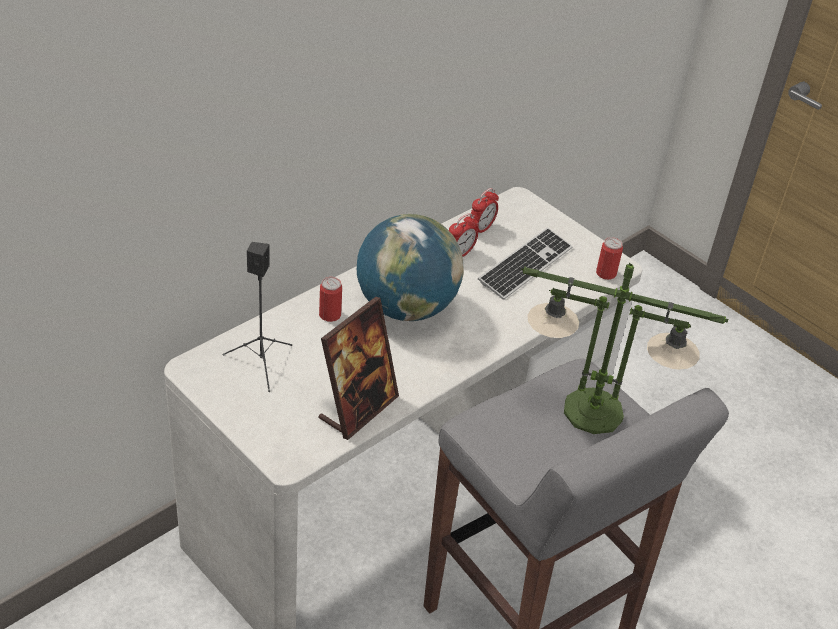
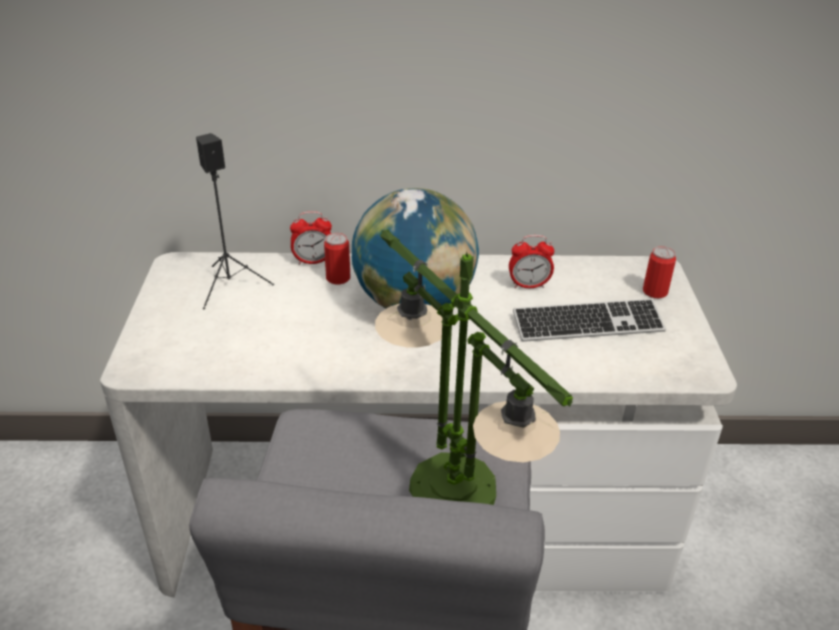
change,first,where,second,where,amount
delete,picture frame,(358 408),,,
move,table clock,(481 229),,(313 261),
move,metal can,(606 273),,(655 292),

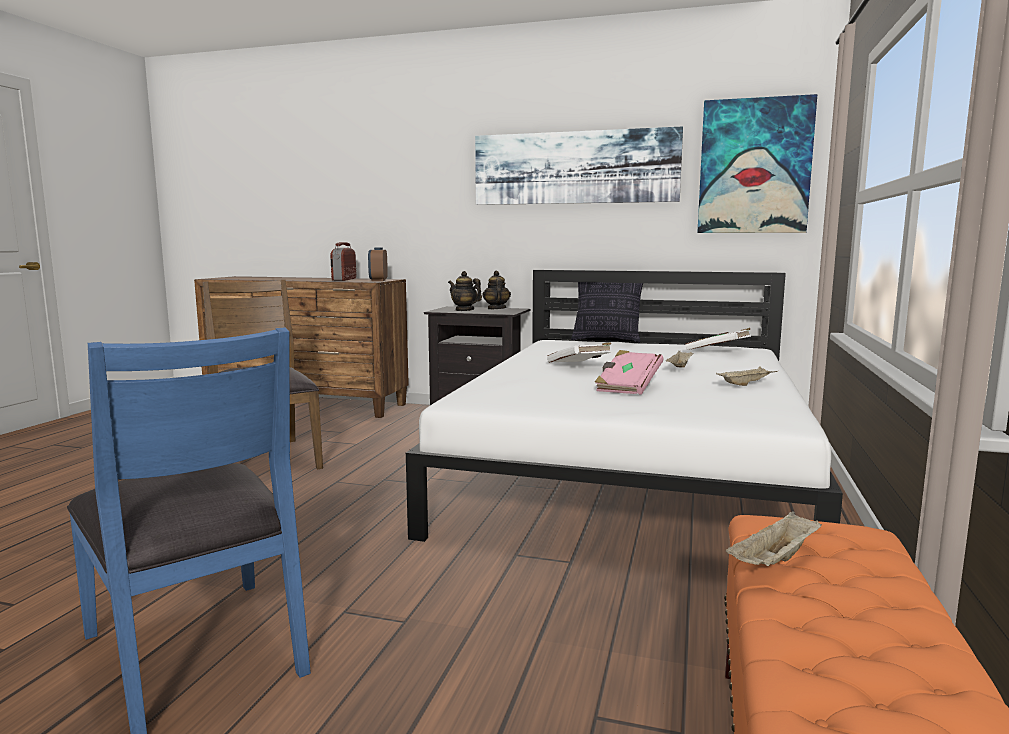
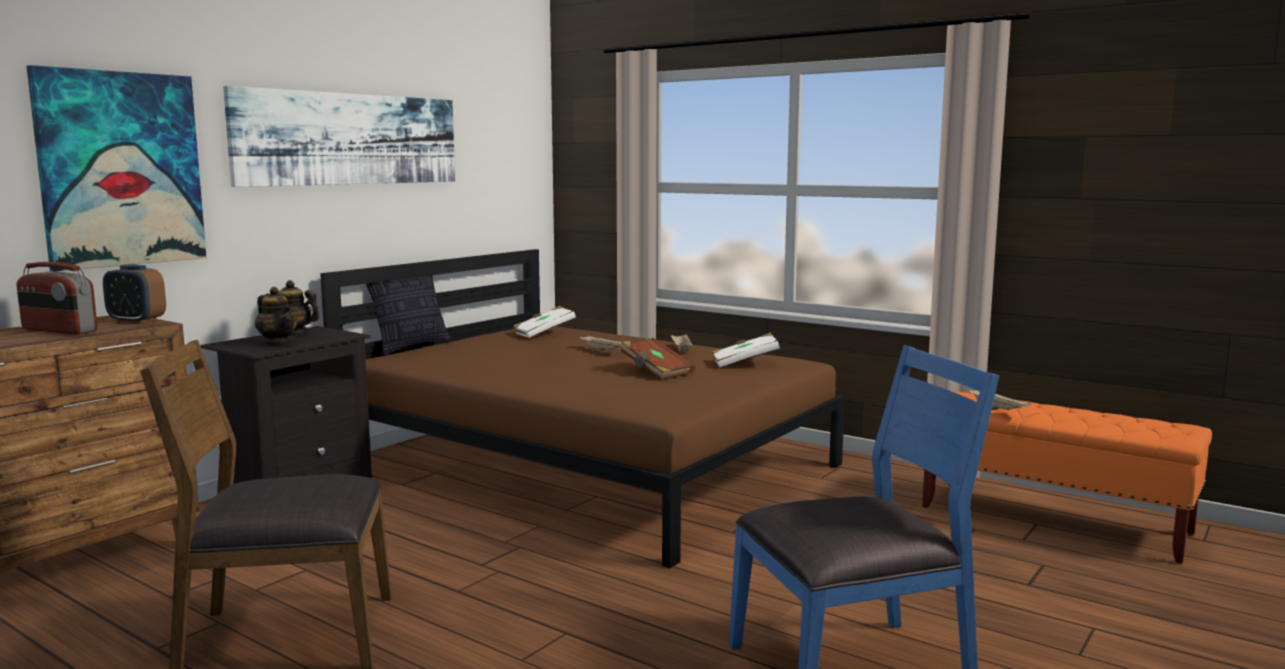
change,first,where,second,where,amount
recolor,white-coloured bedroom bed,(632 472),brown-coloured bedroom bed,(587 464),
rotate,teapot,(464 310),,(277 343),105 degrees counterclockwise
move,white-coloured volume,(579 366),,(745 364),
recolor,pink volume,(627 387),brown-coloured volume,(656 372),
move,wall art,(754 166),,(121 169),

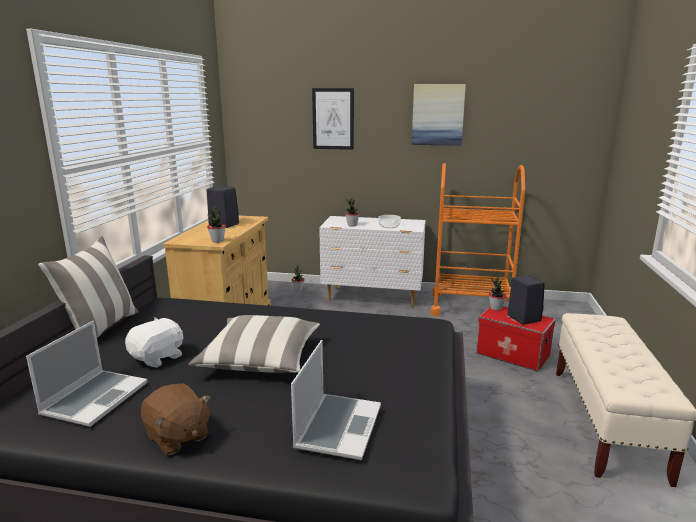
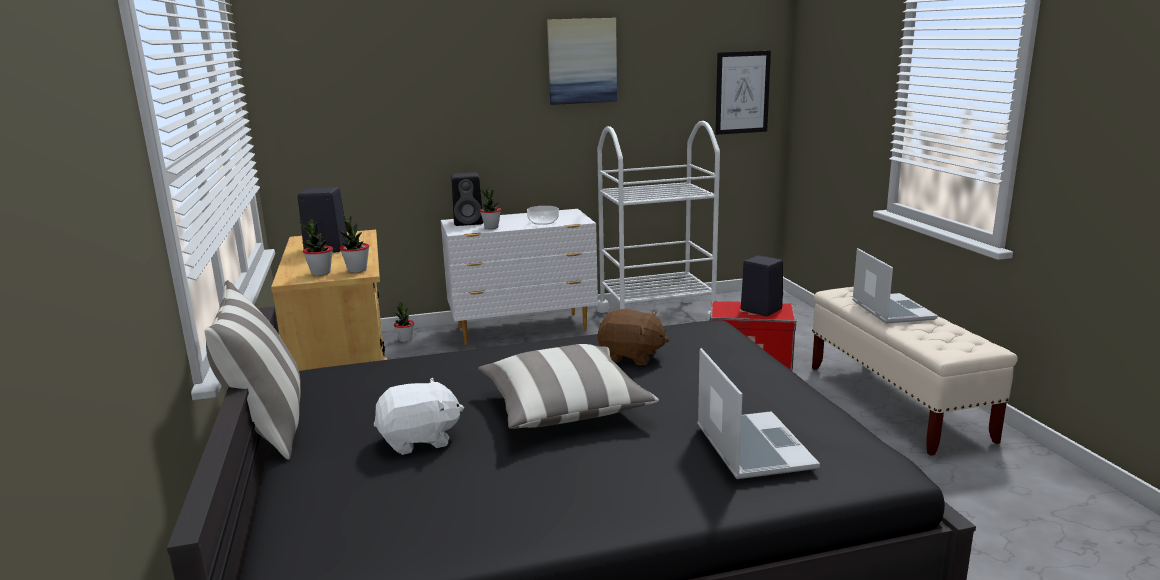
change,first,where,second,where,amount
move,notebook computer,(95 398),,(890 310),
rotate,white-coloured plush toy,(158 358),,(419 440),60 degrees clockwise
move,brown-coloured plush toy,(177 437),,(631 356),
move,wall art,(333 119),,(742 92),
recolor,orange trolley,(470 307),white-coloured trolley,(656 316),
move,plant in a pot,(496 308),,(320 273),
insert,,,blackish audio speaker,(469 222),

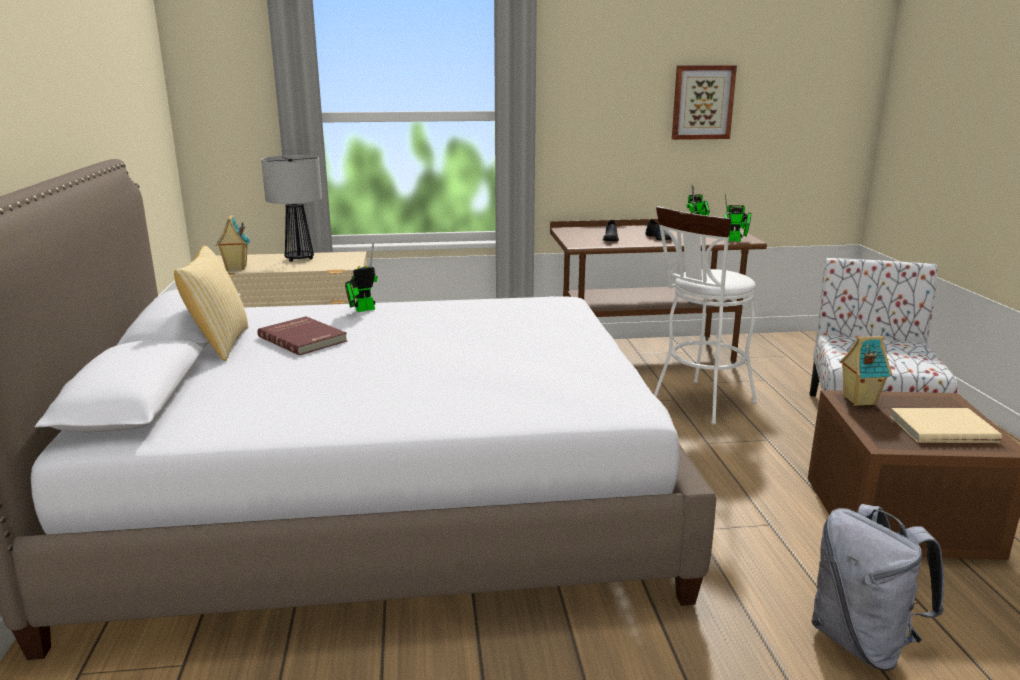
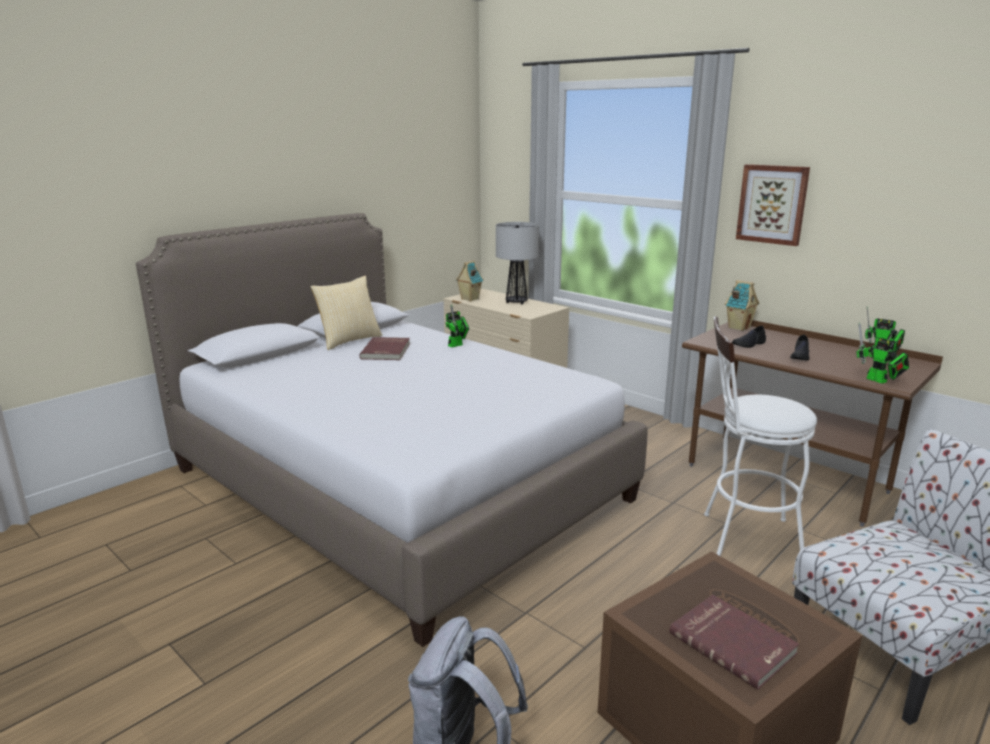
change,first,where,second,where,amount
rotate,model robot,(362 310),,(457 345),120 degrees clockwise
move,wall art,(702 102),,(772 204),
move,model house,(858 400),,(738 327),
recolor,beige-coloured volume,(942 428),red-coloured volume,(733 642),

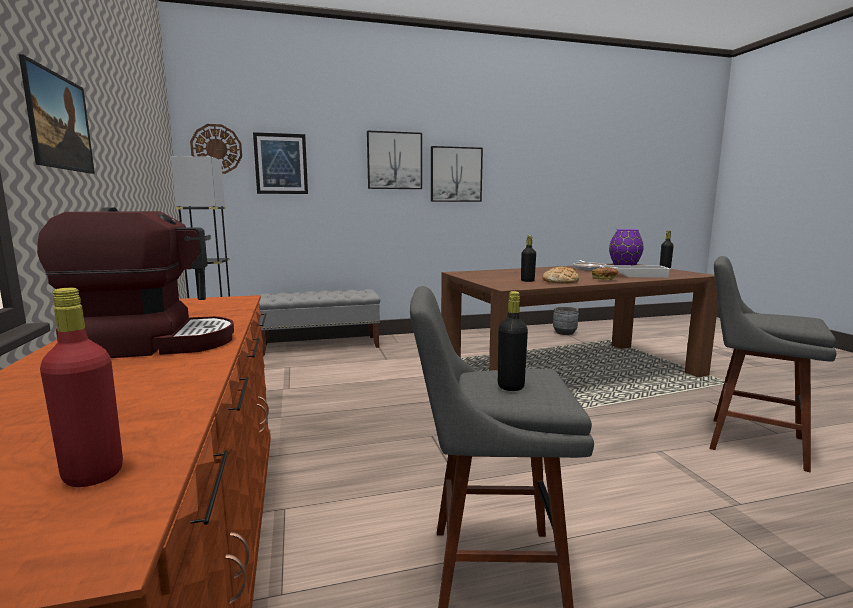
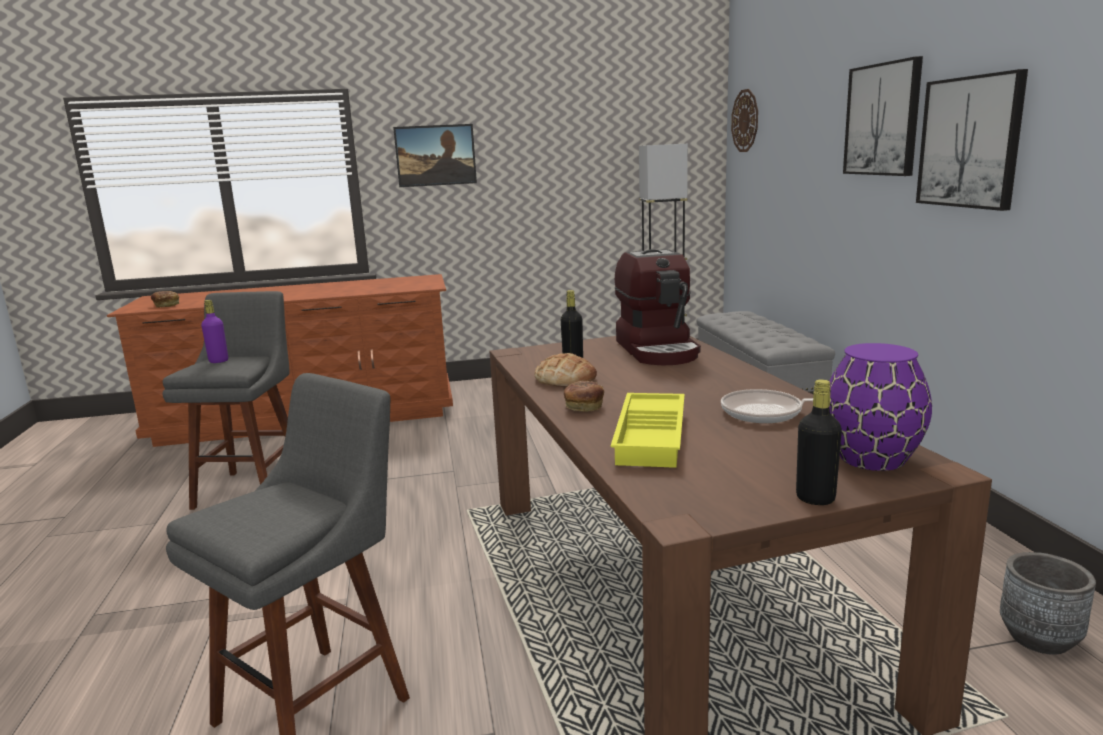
change,first,where,second,where,amount
move,coffee maker,(153 343),,(658 350),
replace,red-coloured beverage bottle,(93 474),baked bread,(166 305),
delete,wall art,(281 164),,,
recolor,blackish beverage bottle,(510 386),purple-coloured beverage bottle,(218 361),
recolor,white-coloured serving tray,(633 275),yellow serving tray,(653 437),

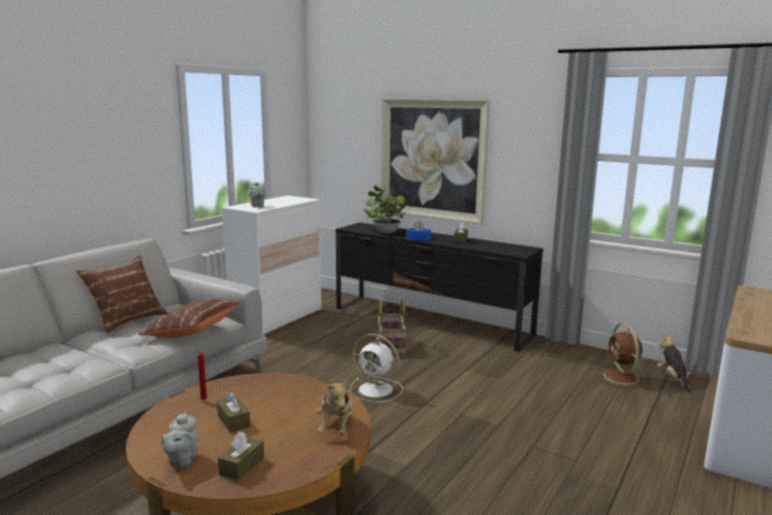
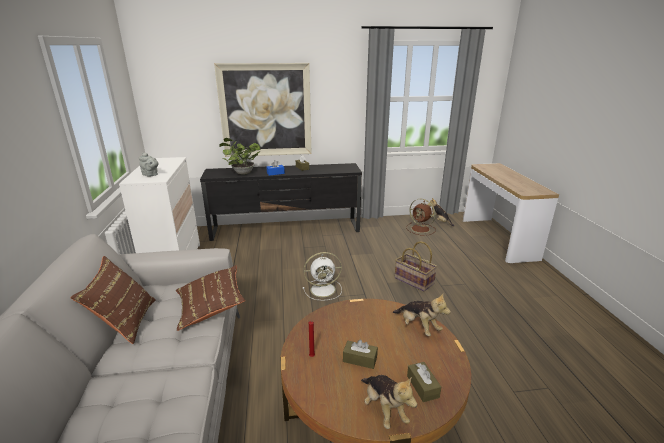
change,first,where,second,where,amount
replace,grey teapot,(181 460),plush toy,(384 409),
move,household basket,(390 345),,(413 281),

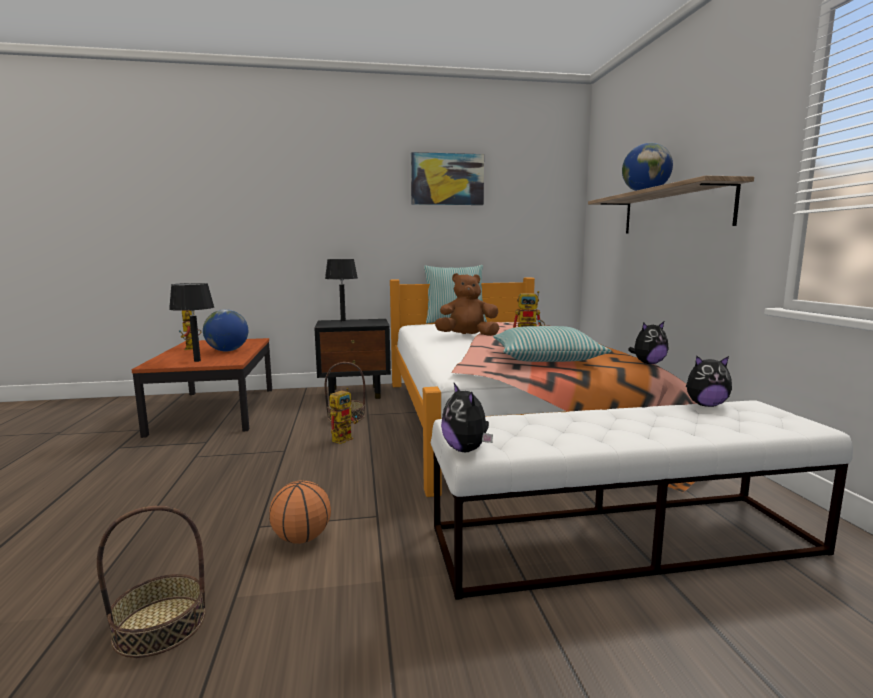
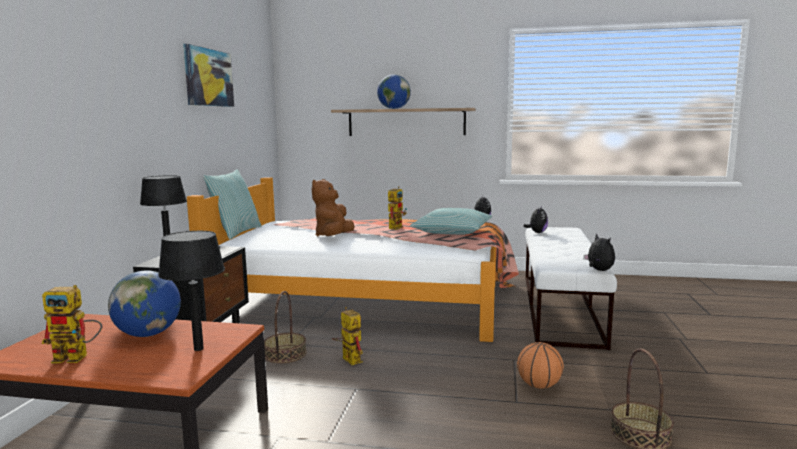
change,first,where,second,where,amount
rotate,plush toy,(466 449),,(598 270),105 degrees counterclockwise

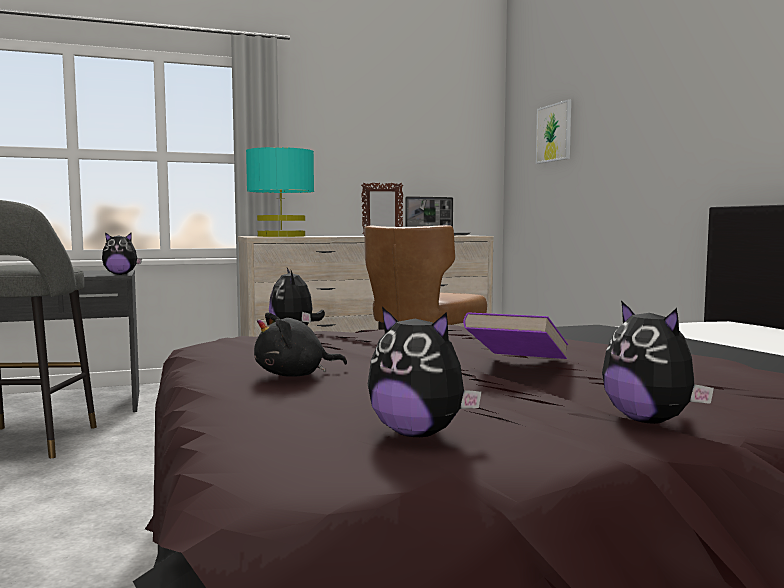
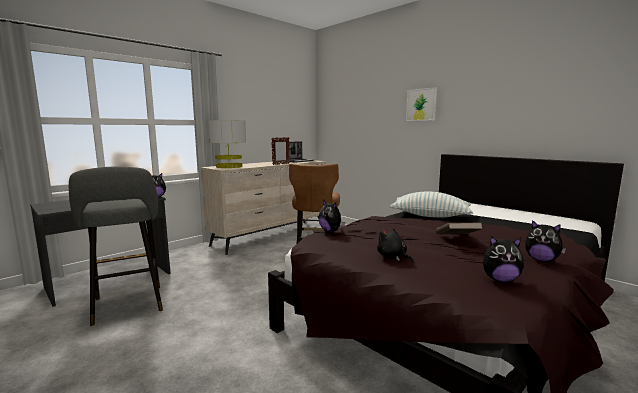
change,first,where,second,where,amount
recolor,turquoise lamp for a table,(281 236),grey lamp for a table,(229 166),
rotate,blackish plush toy,(295 375),,(393 257),105 degrees clockwise
recolor,purple-coloured volume,(516 364),brown-coloured volume,(457 239),
move,wall art,(554 133),,(421 104),
insert,,,pillow,(430 216),

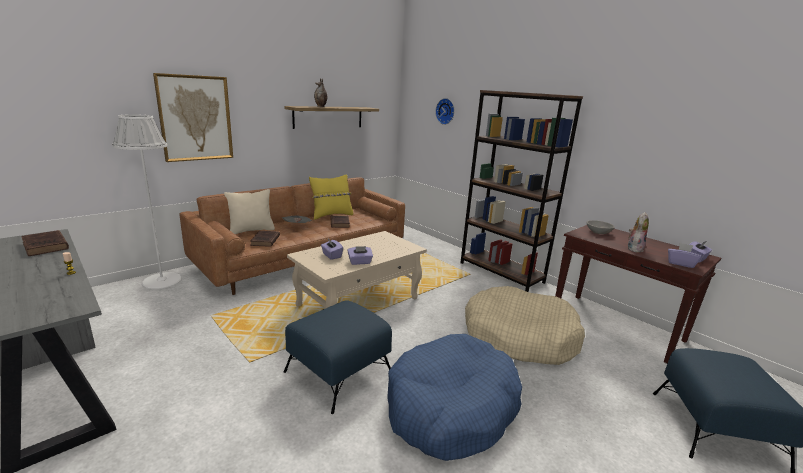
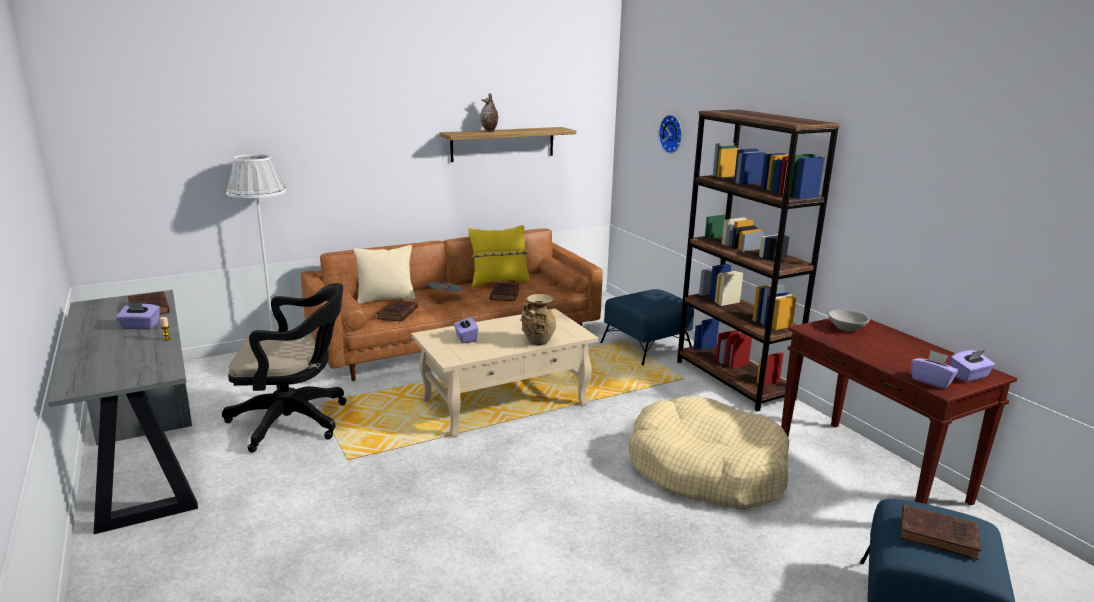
change,first,where,second,where,amount
delete,wall art,(195 118),,,
move,blue-coloured ottoman,(339 373),,(647 347),
move,purple-coloured tissue holder,(360 262),,(140 326),
delete,blue-coloured dog bed,(451 407),,,
delete,plush toy,(634 248),,,
insert,,,blackish office chair,(295 421),
insert,,,beige-coloured decorative vase,(537 342),
insert,,,brown-coloured volume,(940 536),

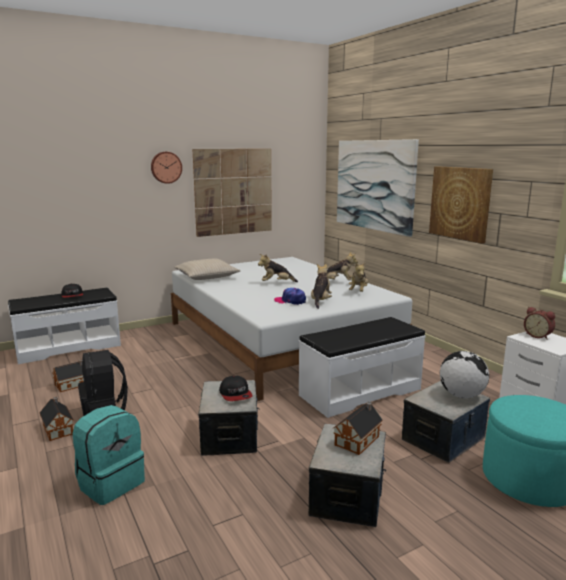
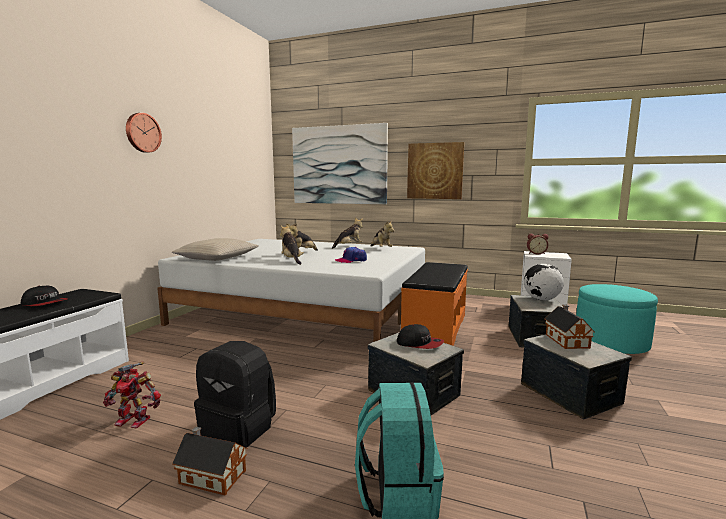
change,first,where,second,where,amount
replace,model house,(73 384),model robot,(134 420),
delete,wall art,(233 192),,,
recolor,white-coloured bench,(359 392),orange bench,(435 328),
move,plush toy,(320 301),,(291 260),

